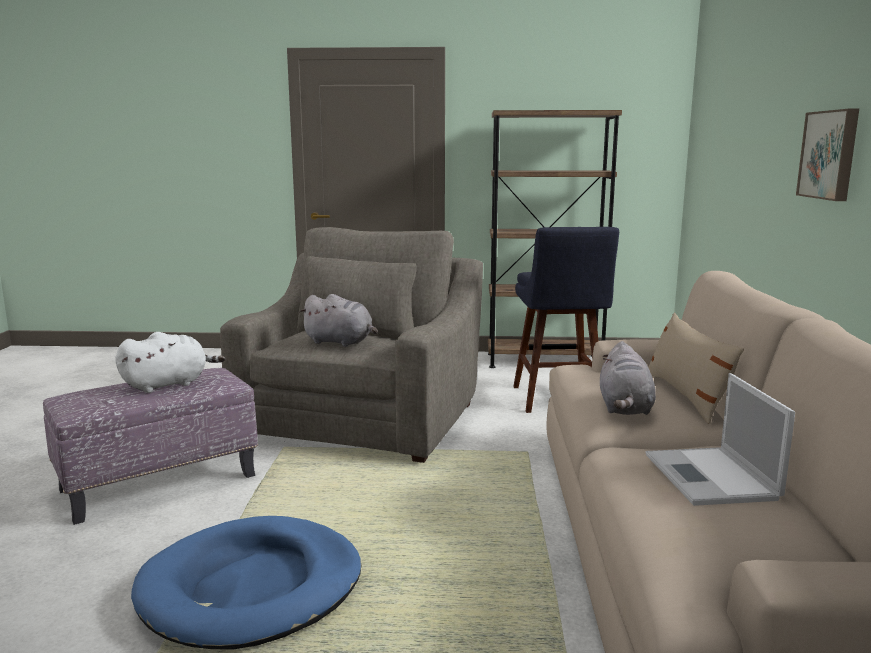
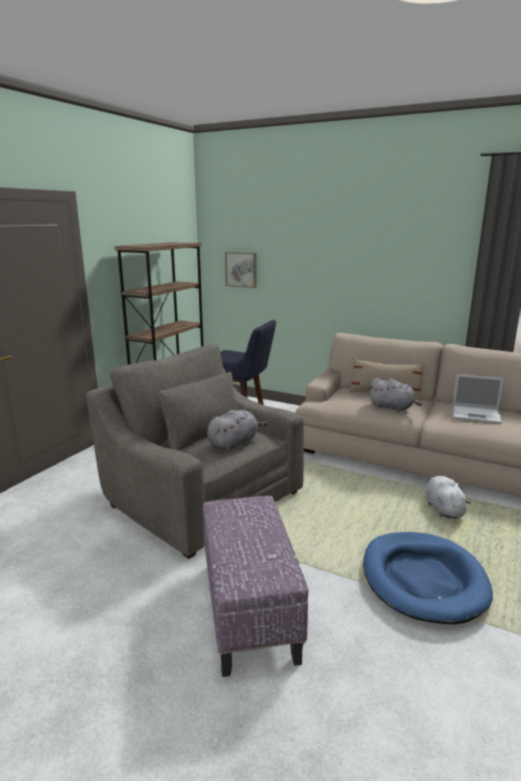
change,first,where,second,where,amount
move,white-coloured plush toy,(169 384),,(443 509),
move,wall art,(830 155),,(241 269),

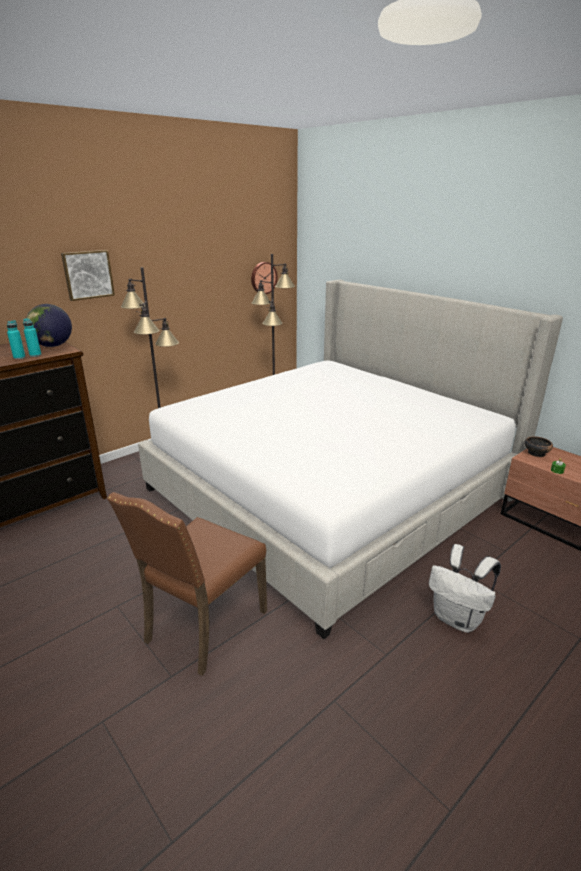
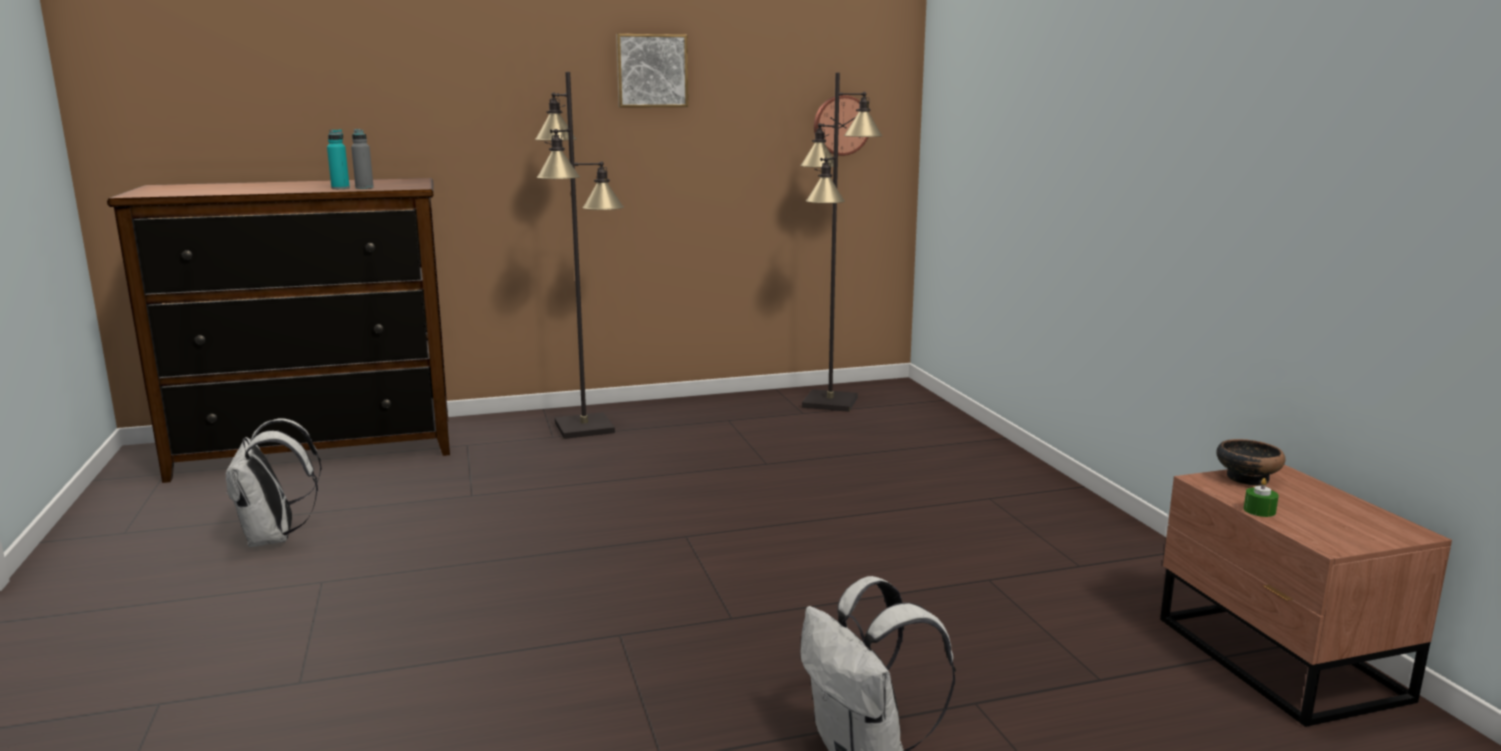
change,first,where,second,where,amount
recolor,turquoise beverage bottle,(35 355),grey beverage bottle,(364 188),
delete,globe,(53 346),,,
move,wall art,(87 274),,(651 71),
delete,brown-coloured upright chair,(203 626),,,
delete,bedroom bed,(330 492),,,
insert,,,white-coloured rucksack,(275 538),

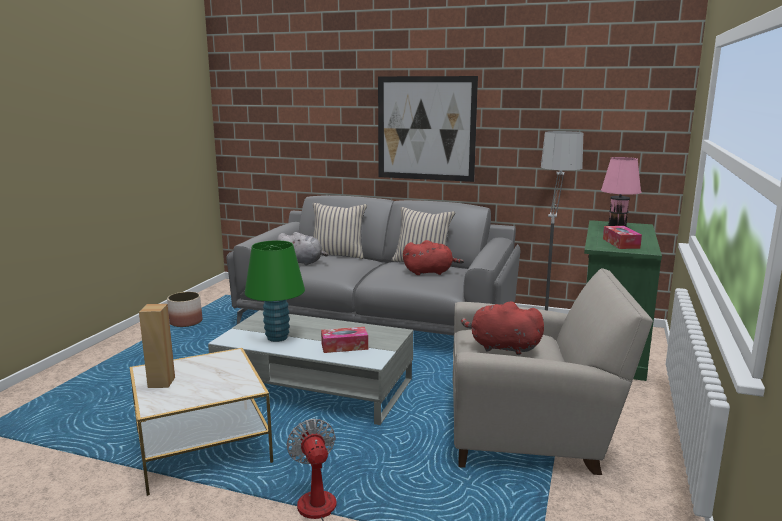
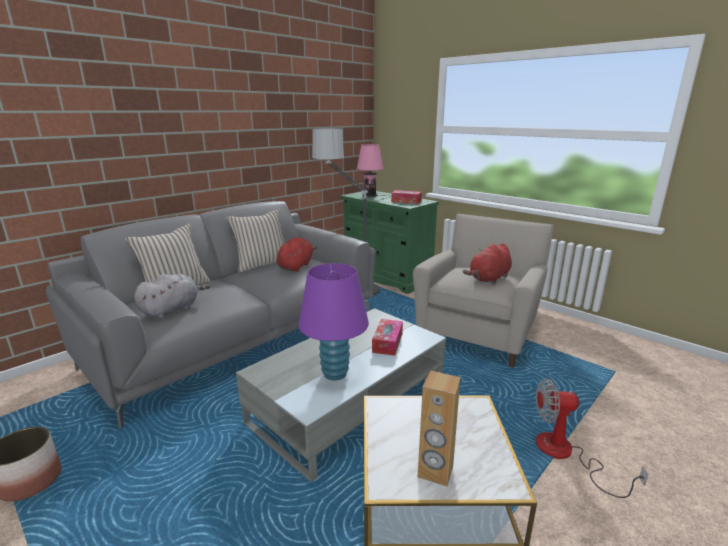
change,first,where,second,where,amount
recolor,greenish lamp for a table,(277 337),purple-coloured lamp for a table,(335 374),
delete,wall art,(426 128),,,

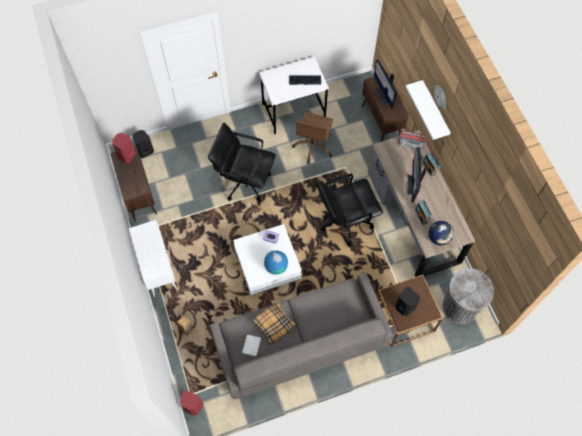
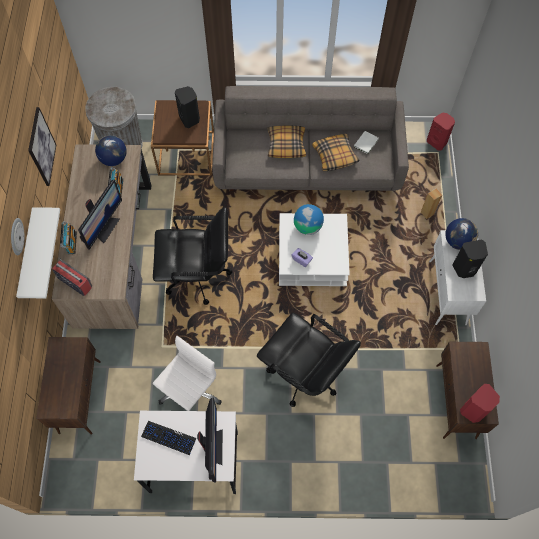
change,first,where,second,where,amount
move,blackish audio speaker,(145 151),,(465 269),
recolor,brown-coloured office chair,(313 146),white-coloured office chair,(190 393),
move,computer screen,(383 95),,(213 447),
insert,,,wall art,(41 147),
insert,,,pillow,(286 145),
insert,,,globe,(458 241),

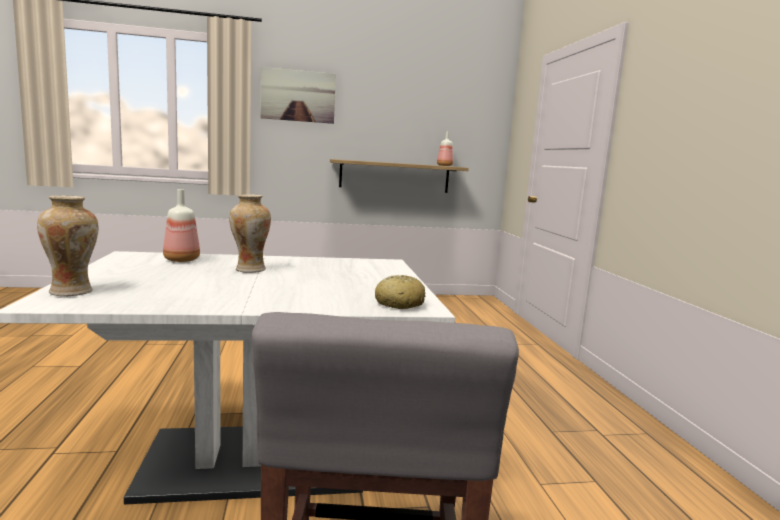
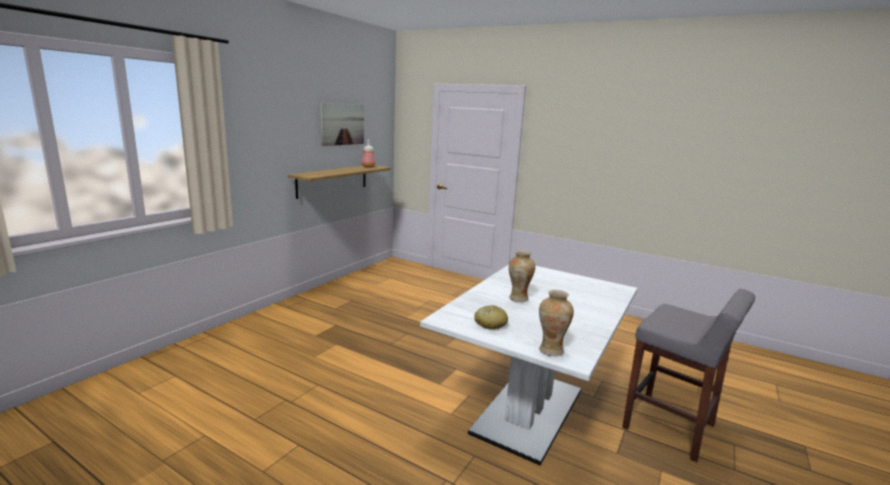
change,first,where,second,where,amount
delete,beverage bottle,(182 260),,,
move,wall art,(298 96),,(342 124),
move,baked bread,(399 303),,(490 323),

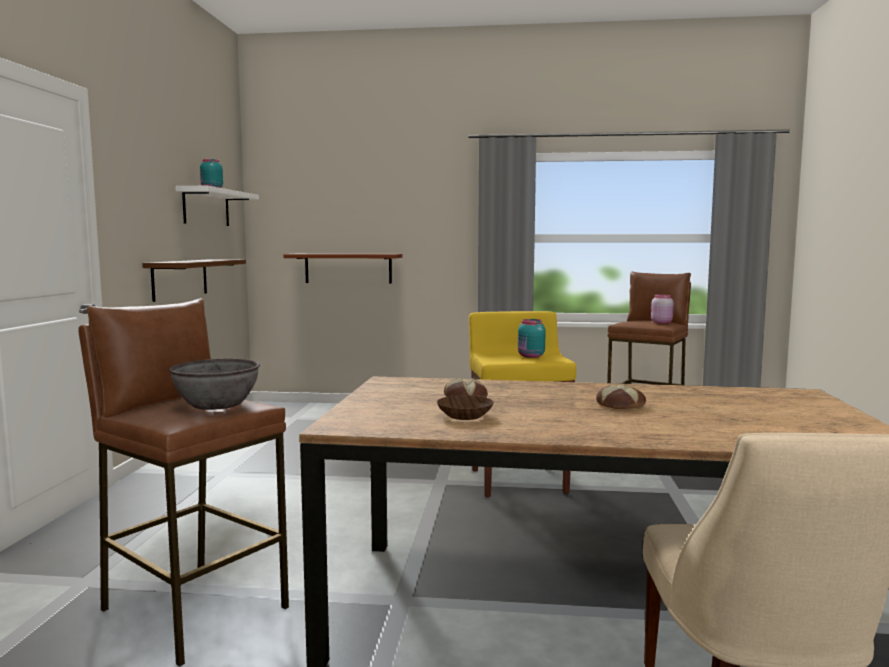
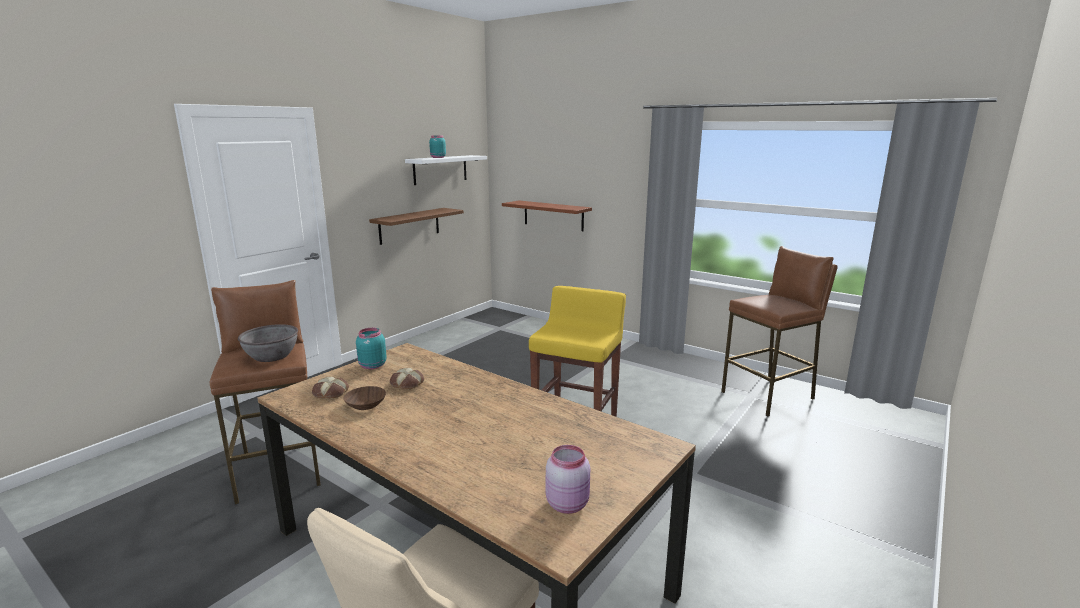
change,first,where,second,where,amount
move,turquoise jar,(530 356),,(372 366),
move,baked bread,(621 405),,(330 393),
move,pink jar,(661 322),,(568 503),

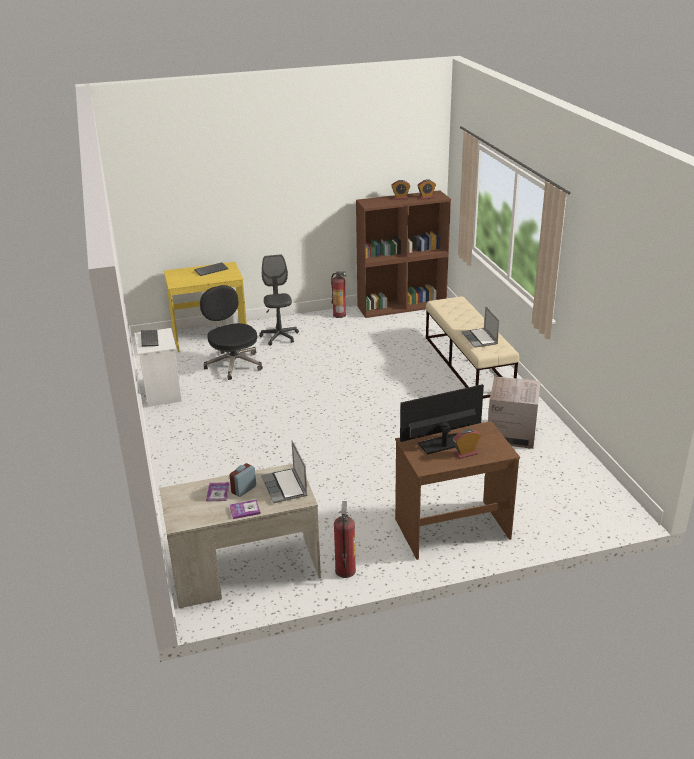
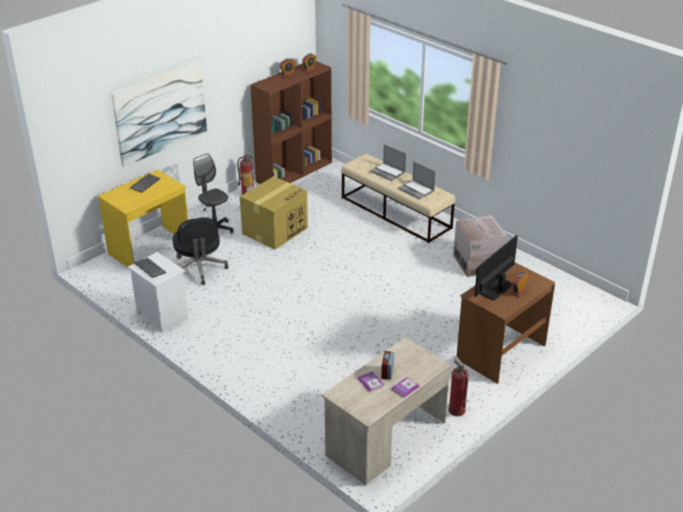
change,first,where,second,where,amount
rotate,blackish office chair,(233 364),,(199 268),135 degrees counterclockwise
move,notebook computer,(285 487),,(388 172),
insert,,,wall art,(160 112),
insert,,,carton,(275 230),

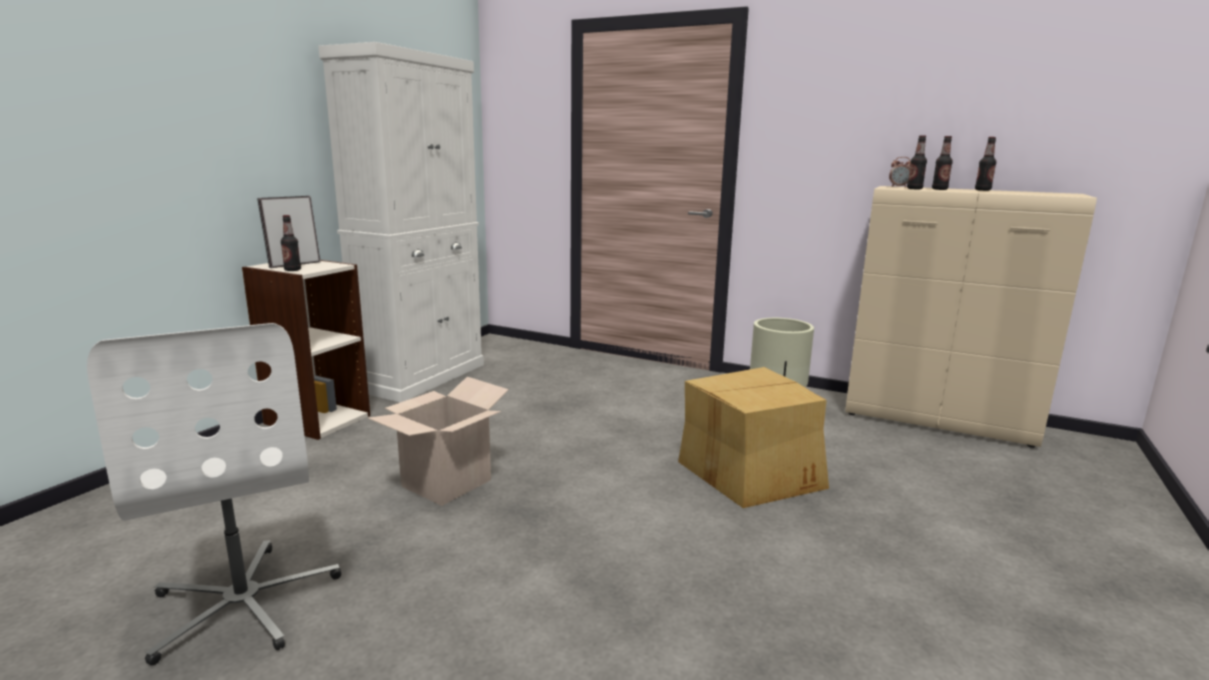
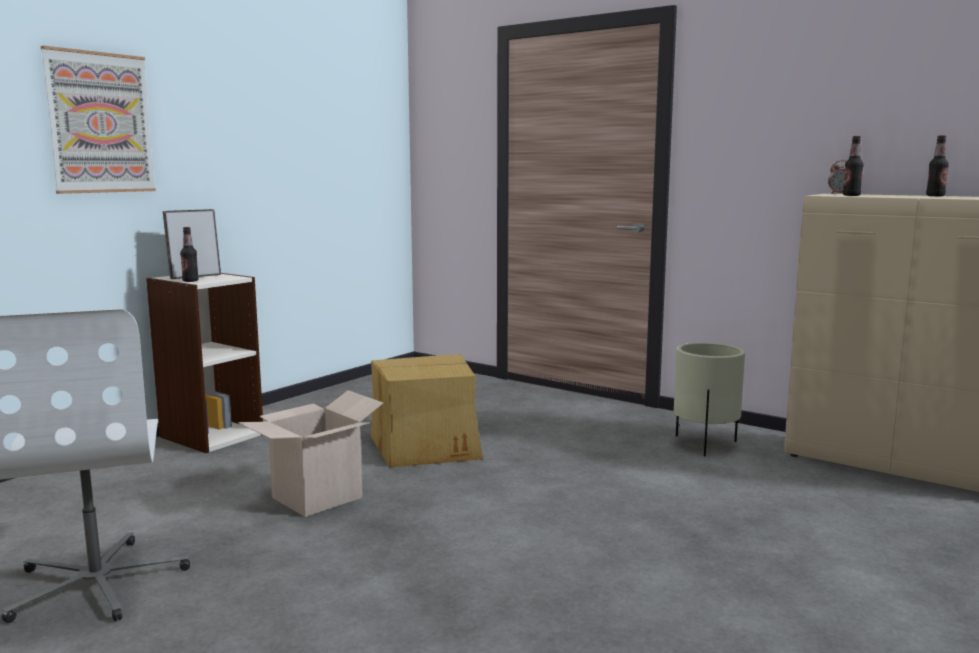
change,first,where,second,where,amount
delete,white-coloured storage cabinet,(422 377),,,
move,carton,(751 471),,(427 445),
delete,beverage bottle,(939 189),,,
insert,,,wall art,(100 123),

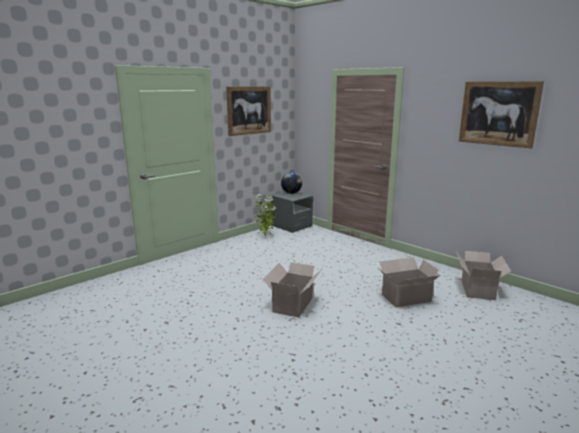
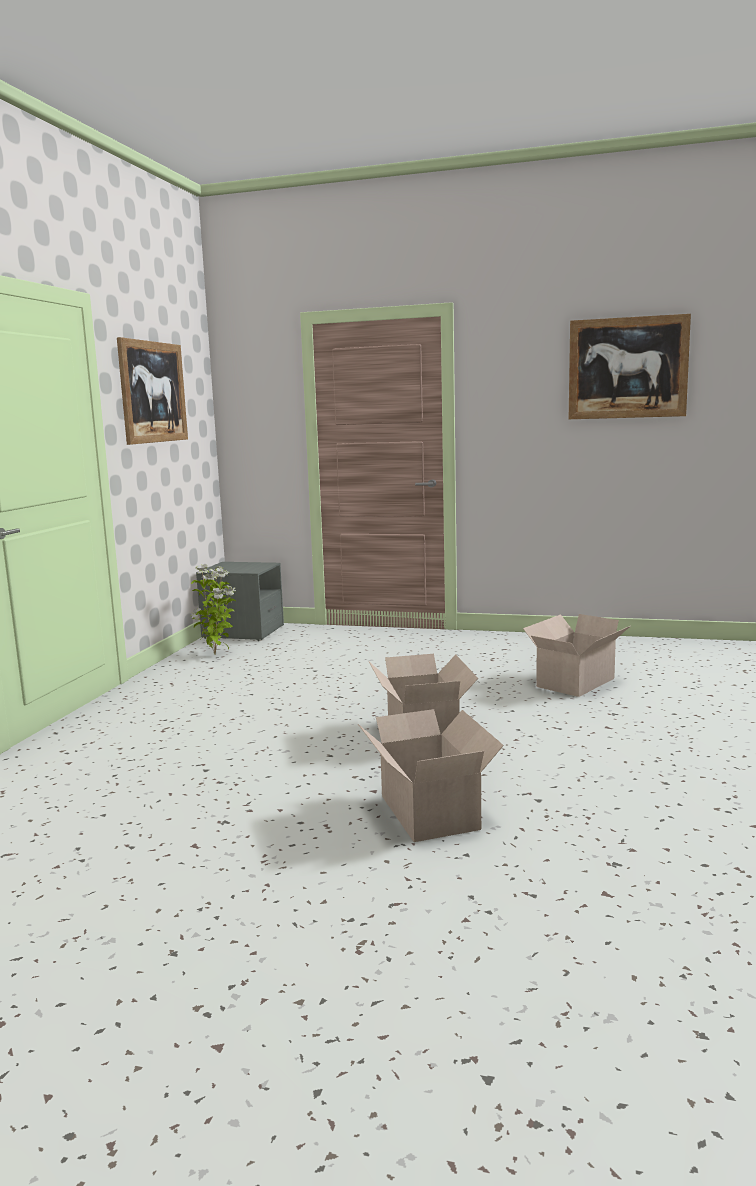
change,first,where,second,where,amount
delete,globe,(291 193),,,
move,carton,(477 289),,(429 810),

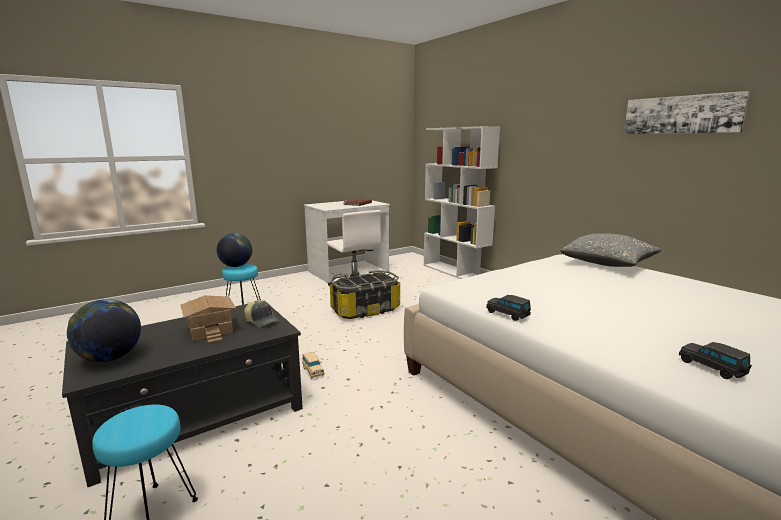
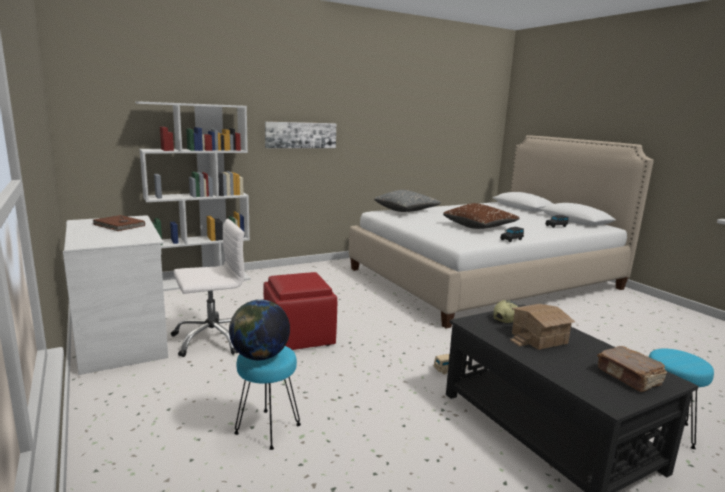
change,first,where,second,where,amount
replace,globe,(110 358),brown-coloured volume,(629 377),
replace,storage box,(365 310),red-coloured ottoman,(298 337),
move,wall art,(681 114),,(301 135),
insert,,,brown-coloured pillow,(479 227),

